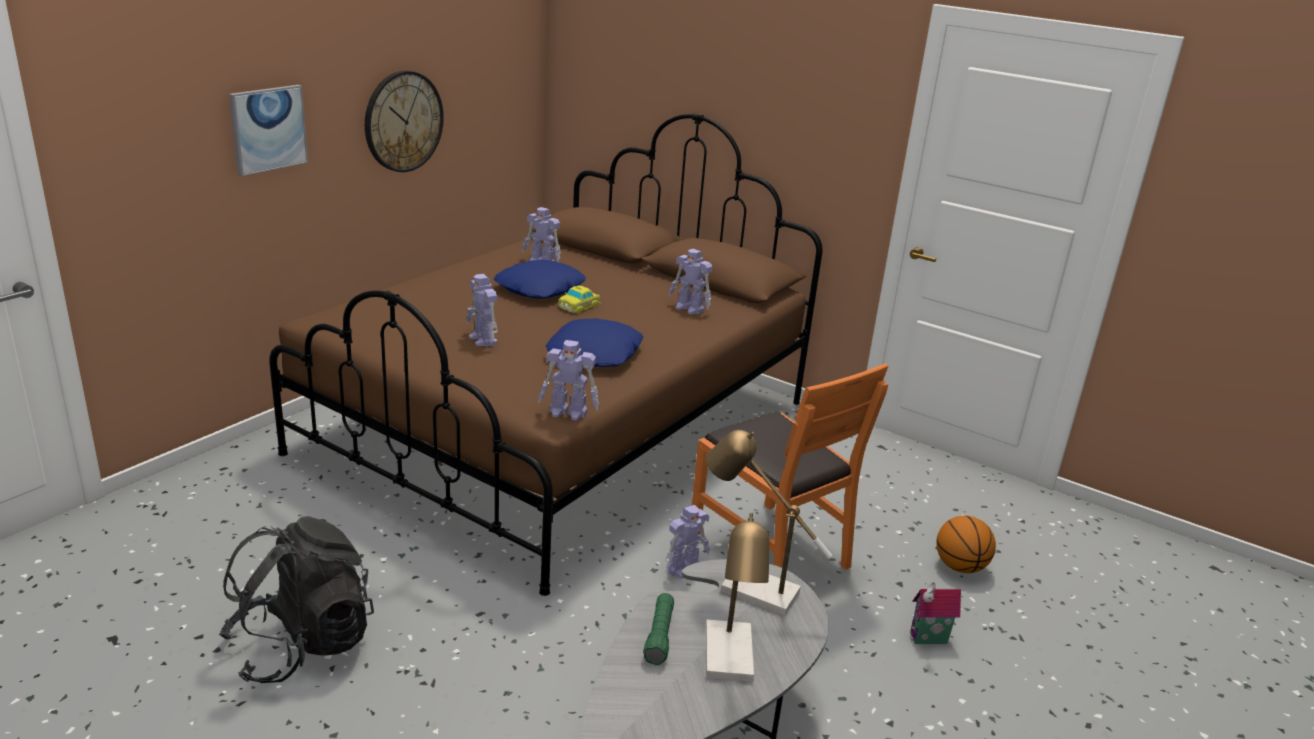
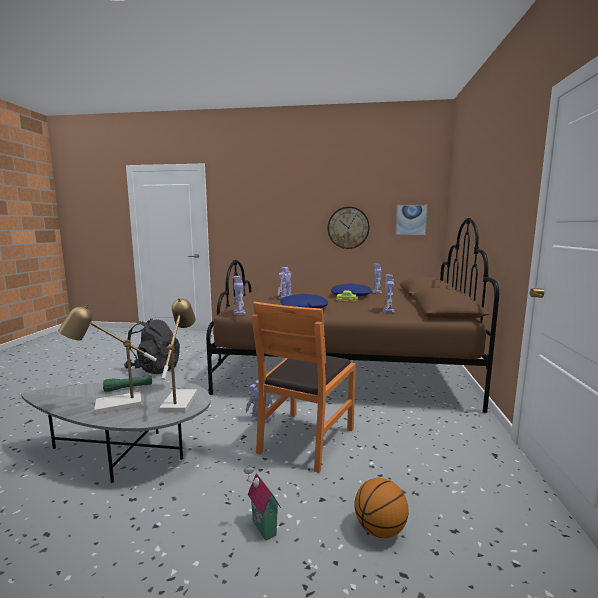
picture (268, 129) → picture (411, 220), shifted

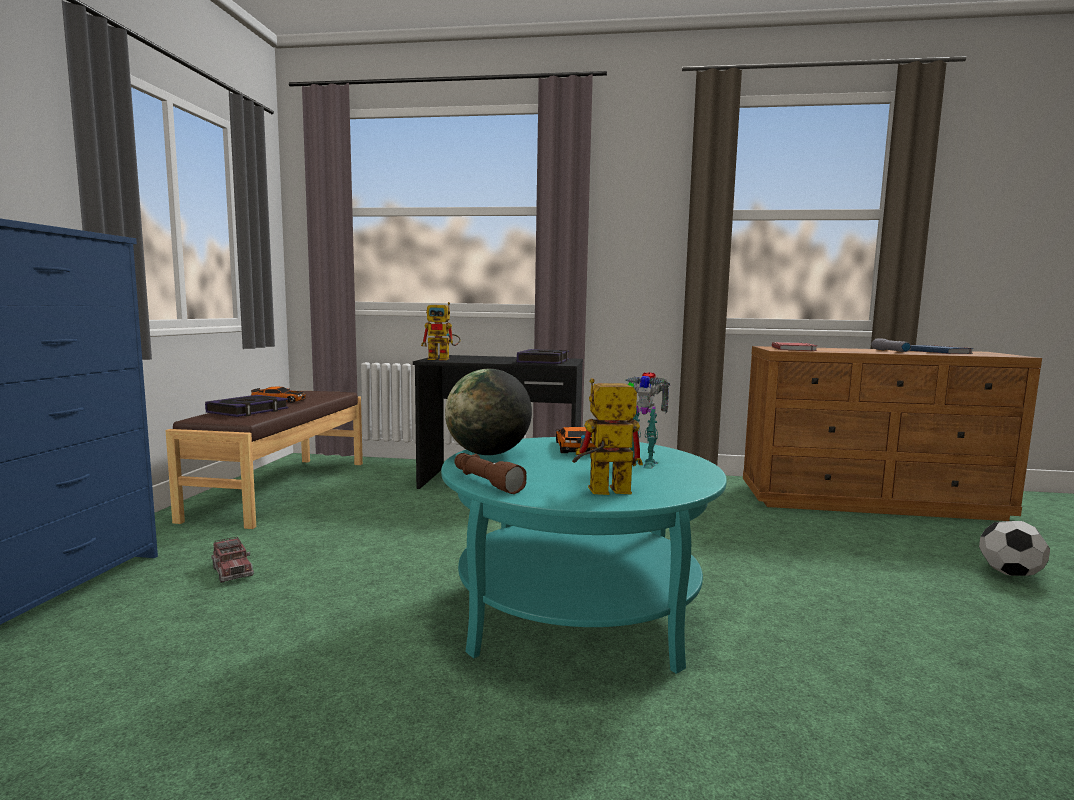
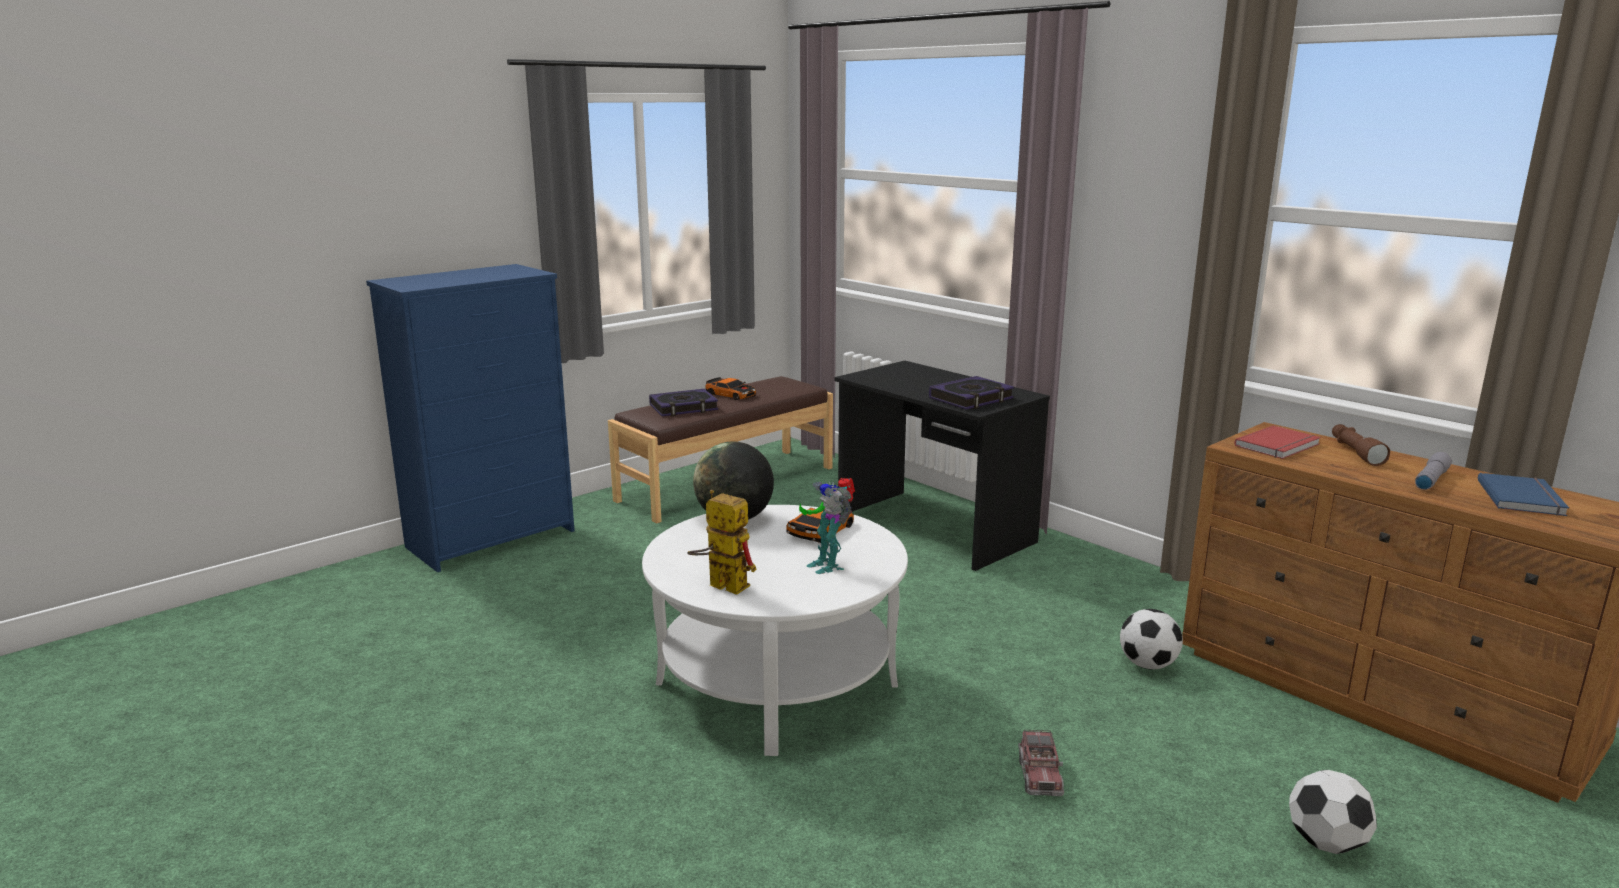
toy truck (232, 571) → toy truck (1039, 775), shifted
toy robot (443, 359) → -
coffee table (turquoise) (577, 612) → coffee table (white) (776, 683)
flashlight (brown) (485, 482) → flashlight (brown) (1355, 452), shifted
- → football (1147, 665)

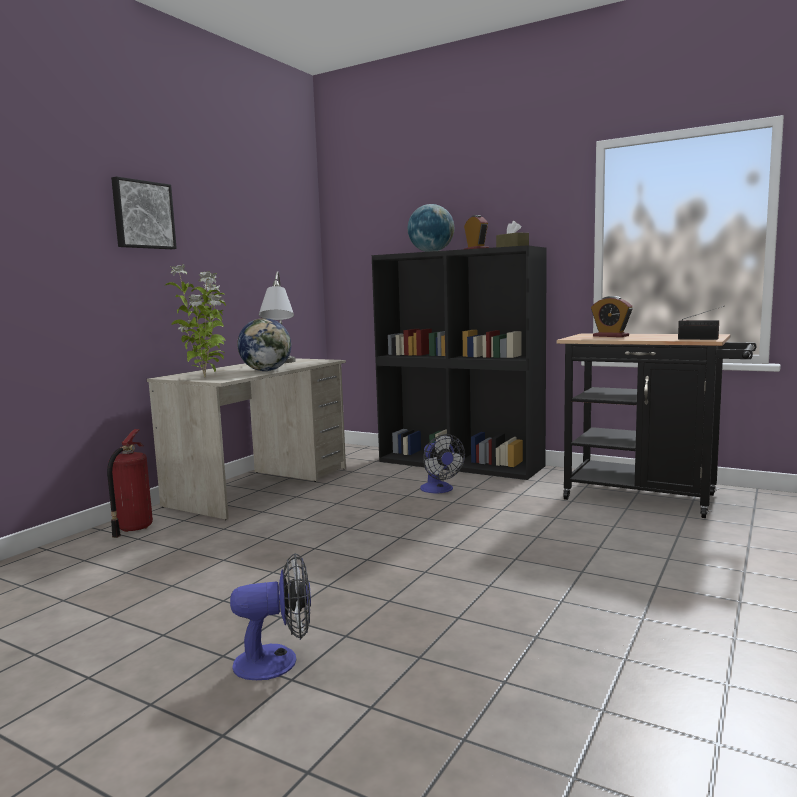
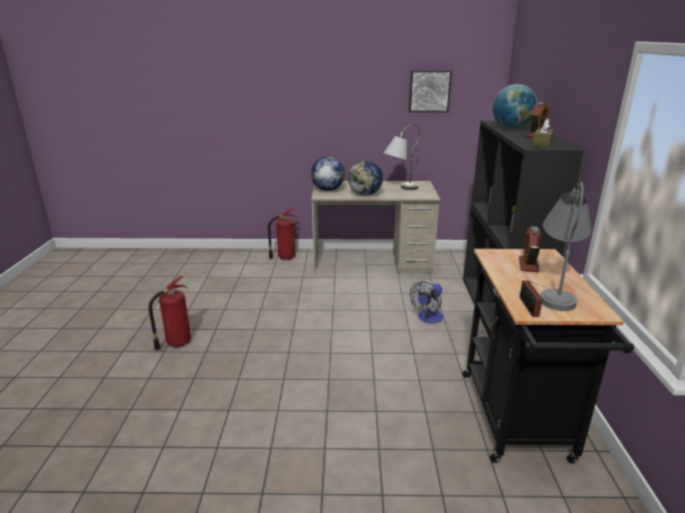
picture (142, 215) → picture (429, 91), shifted
potted plant (206, 377) → globe (327, 190)
fan (277, 661) → fire extinguisher (177, 343)
- → table lamp (grey) (556, 291)

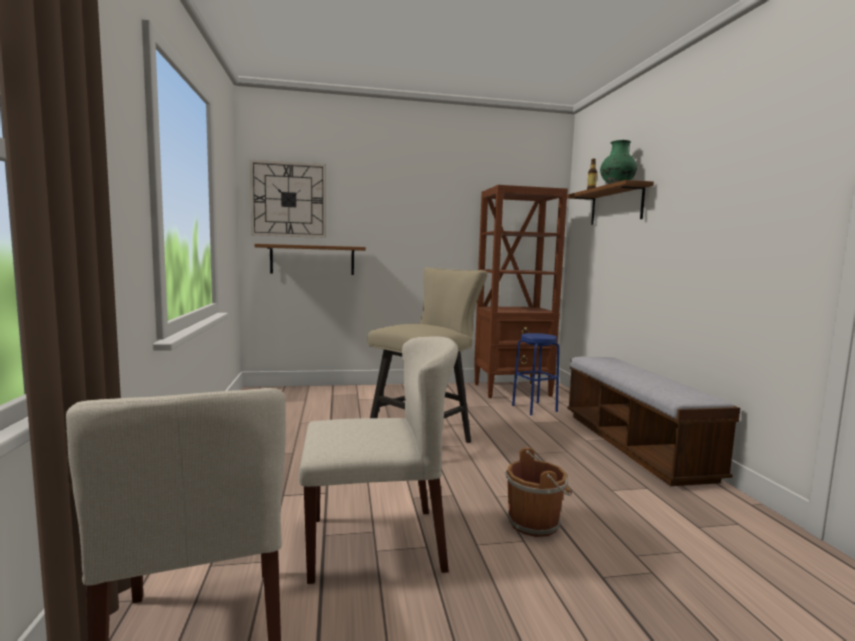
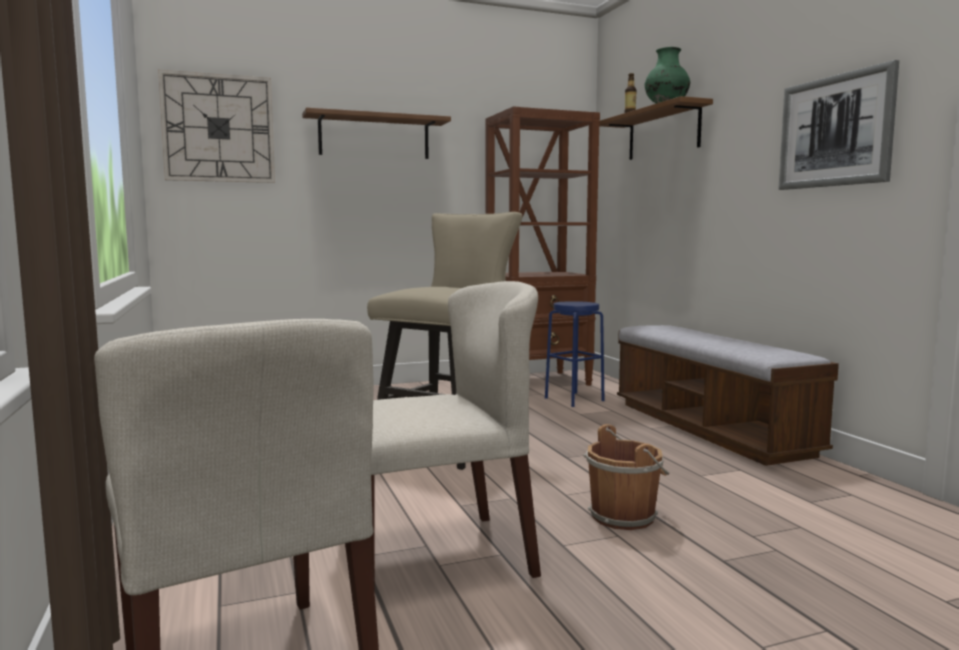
shelf (brown) (312, 260) → shelf (brown) (374, 137), shifted
- → picture (835, 131)

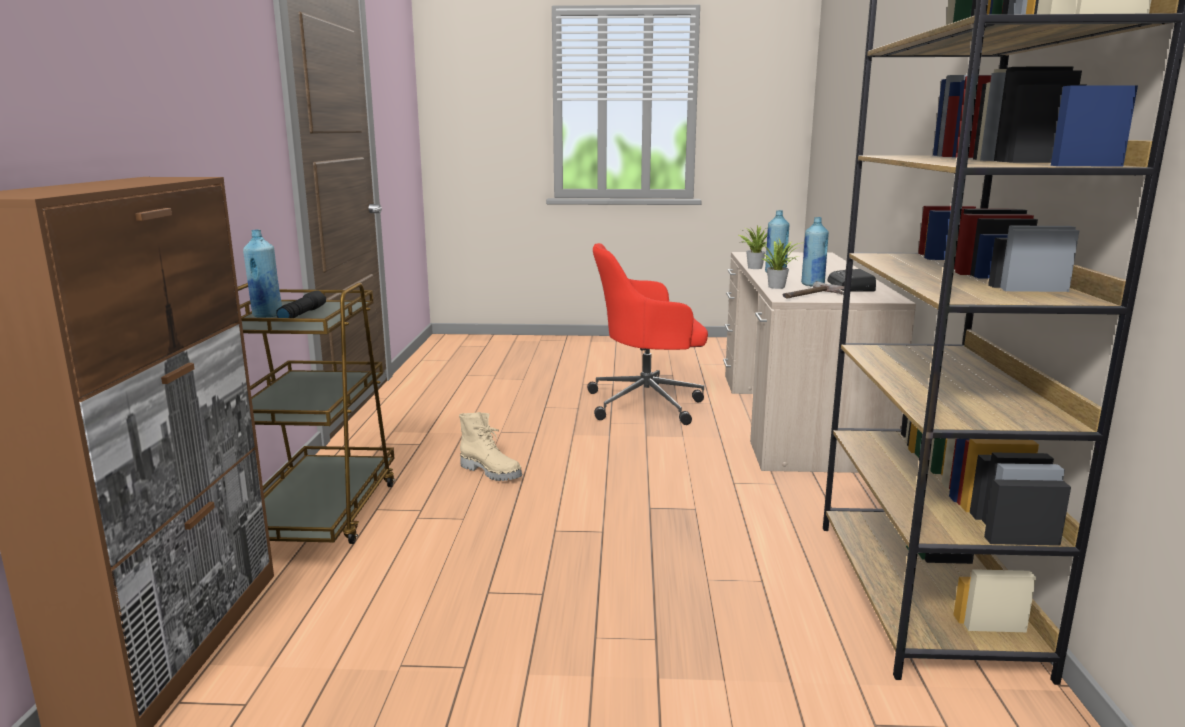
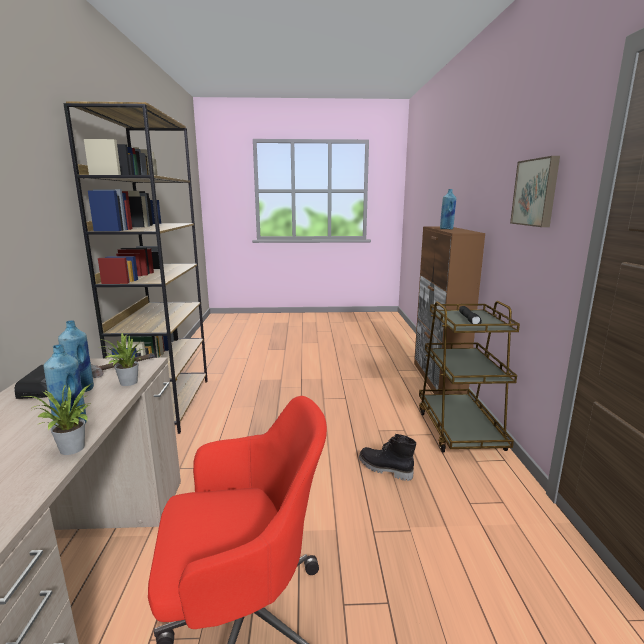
bottle (blue) (267, 315) → bottle (blue) (446, 229), shifted
boot (beige) (492, 472) → boot (black) (384, 469)
- → picture (536, 192)

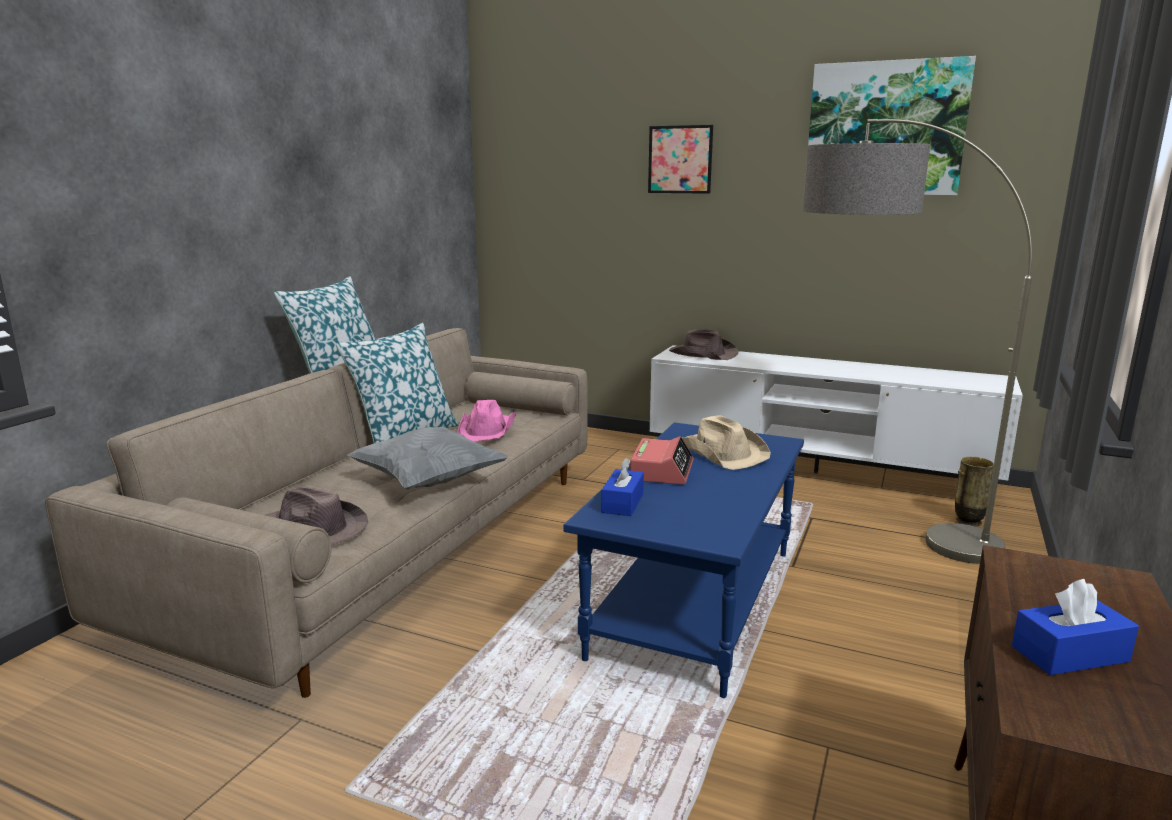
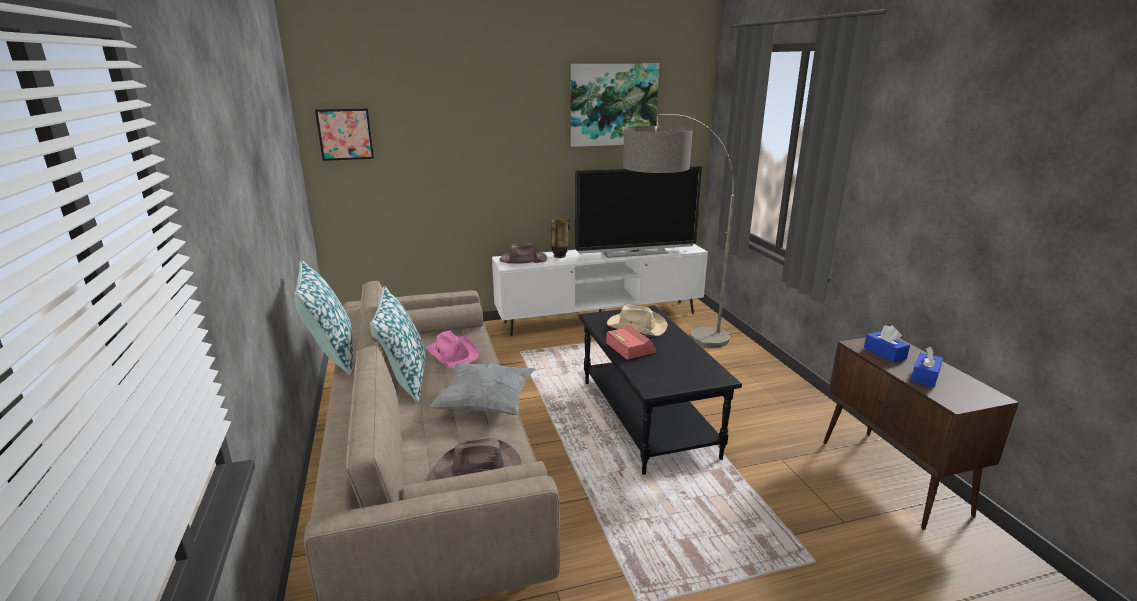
coffee table (blue) (693, 601) → coffee table (black) (645, 417)
tissue box (blue) (622, 503) → tissue box (blue) (884, 353), shifted
picture (680, 159) → picture (345, 134), shifted
vase (968, 522) → vase (560, 256), shifted
- → television (635, 252)

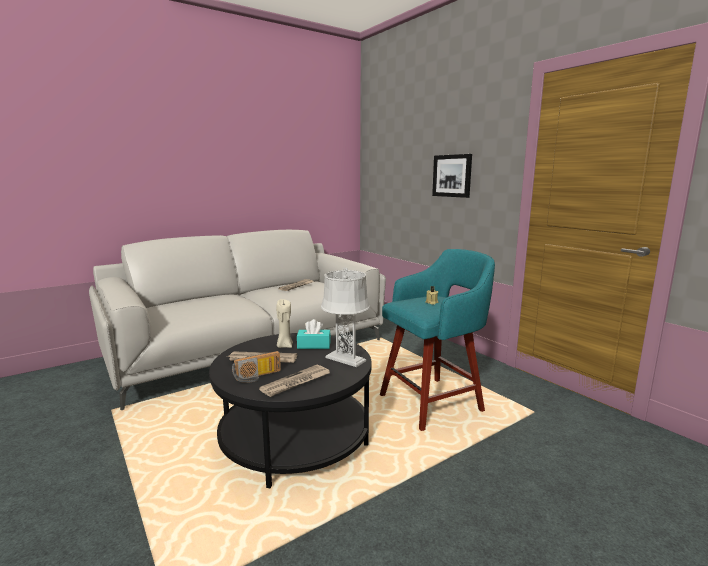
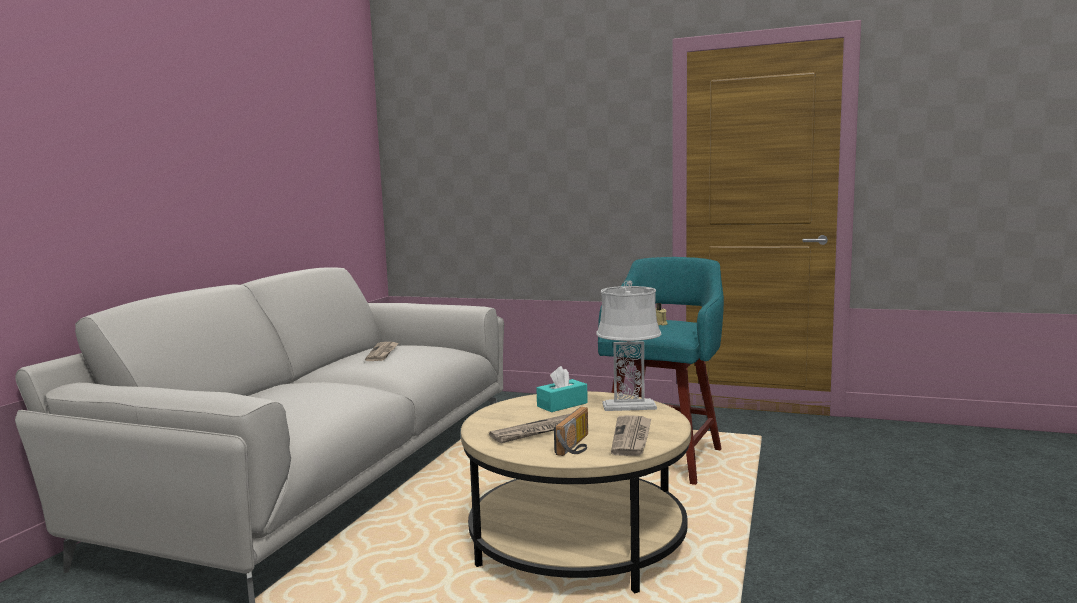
coffee table (black) (295, 437) → coffee table (beige) (577, 540)
candle (beige) (284, 346) → -
picture (452, 175) → -

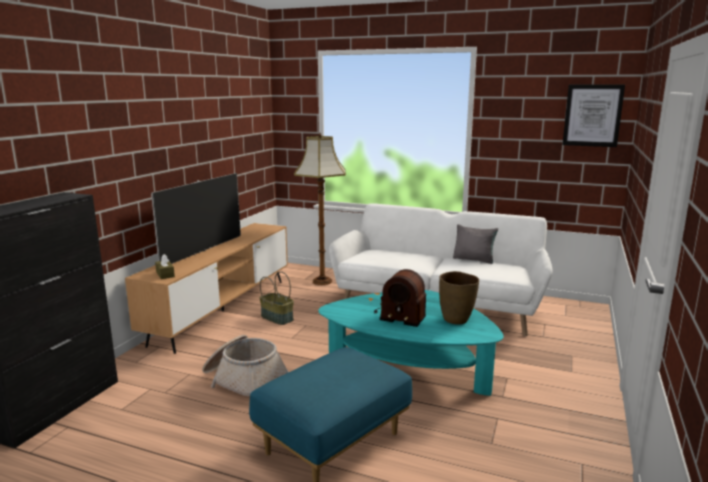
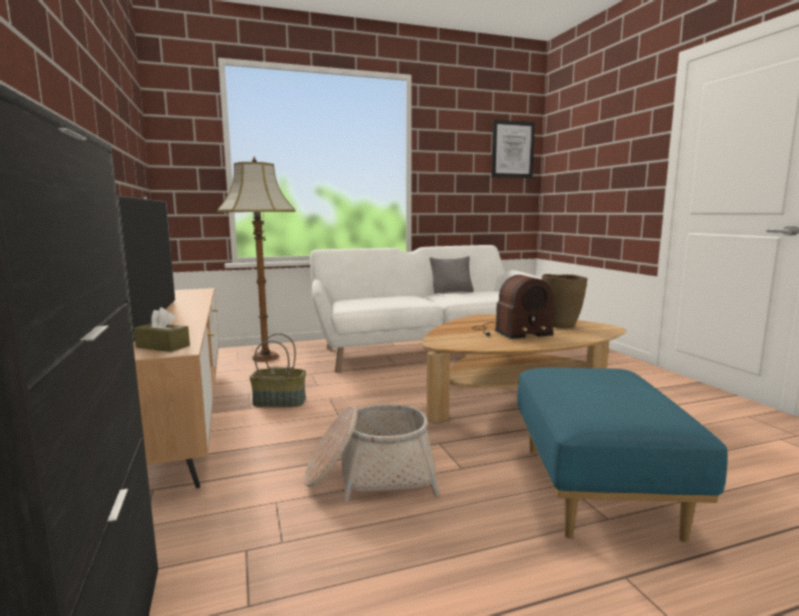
coffee table (turquoise) (409, 372) → coffee table (brown) (514, 403)

